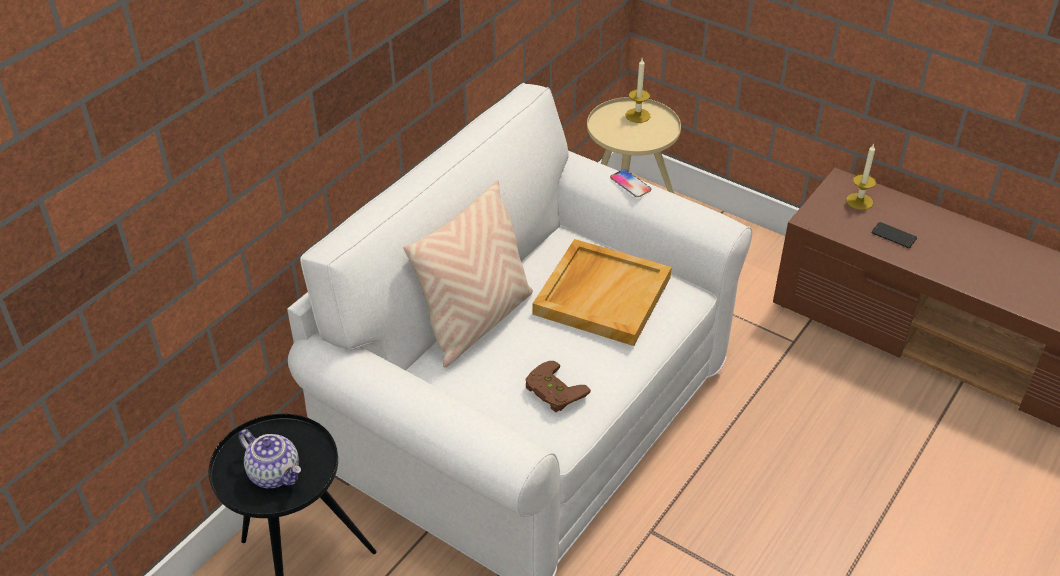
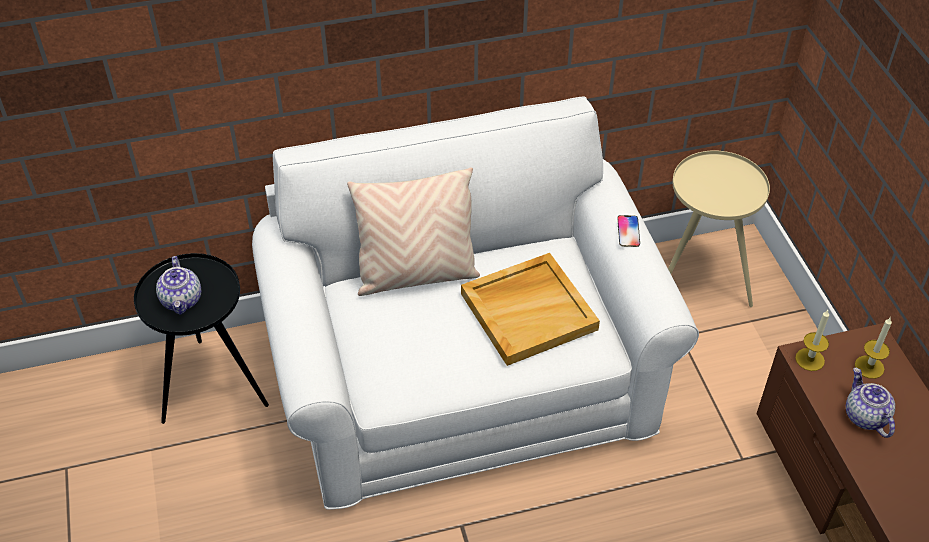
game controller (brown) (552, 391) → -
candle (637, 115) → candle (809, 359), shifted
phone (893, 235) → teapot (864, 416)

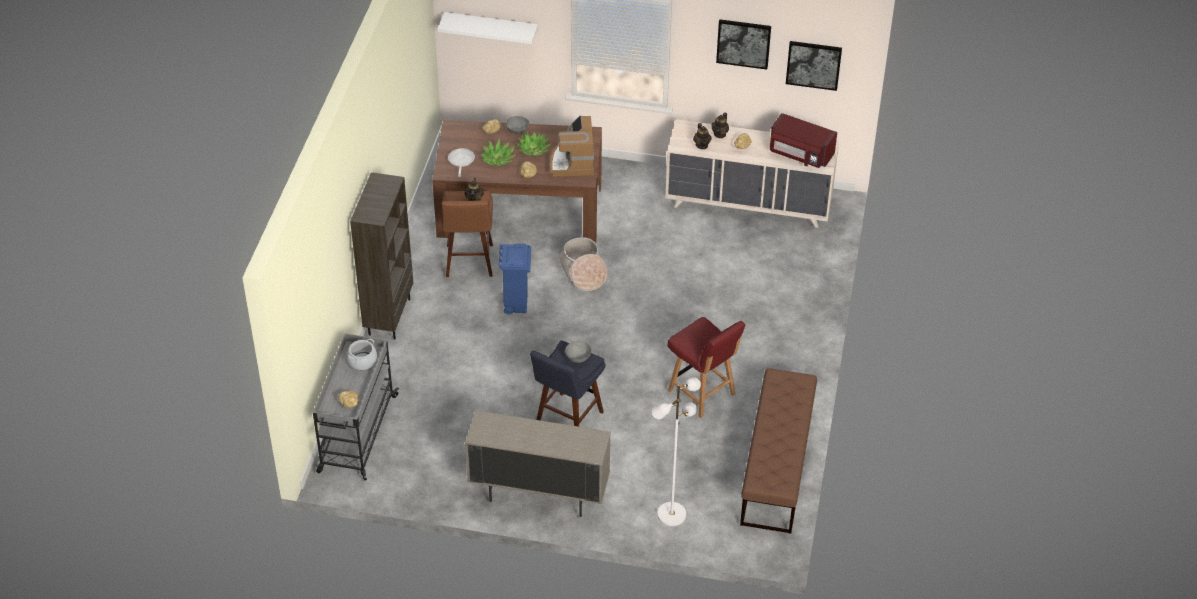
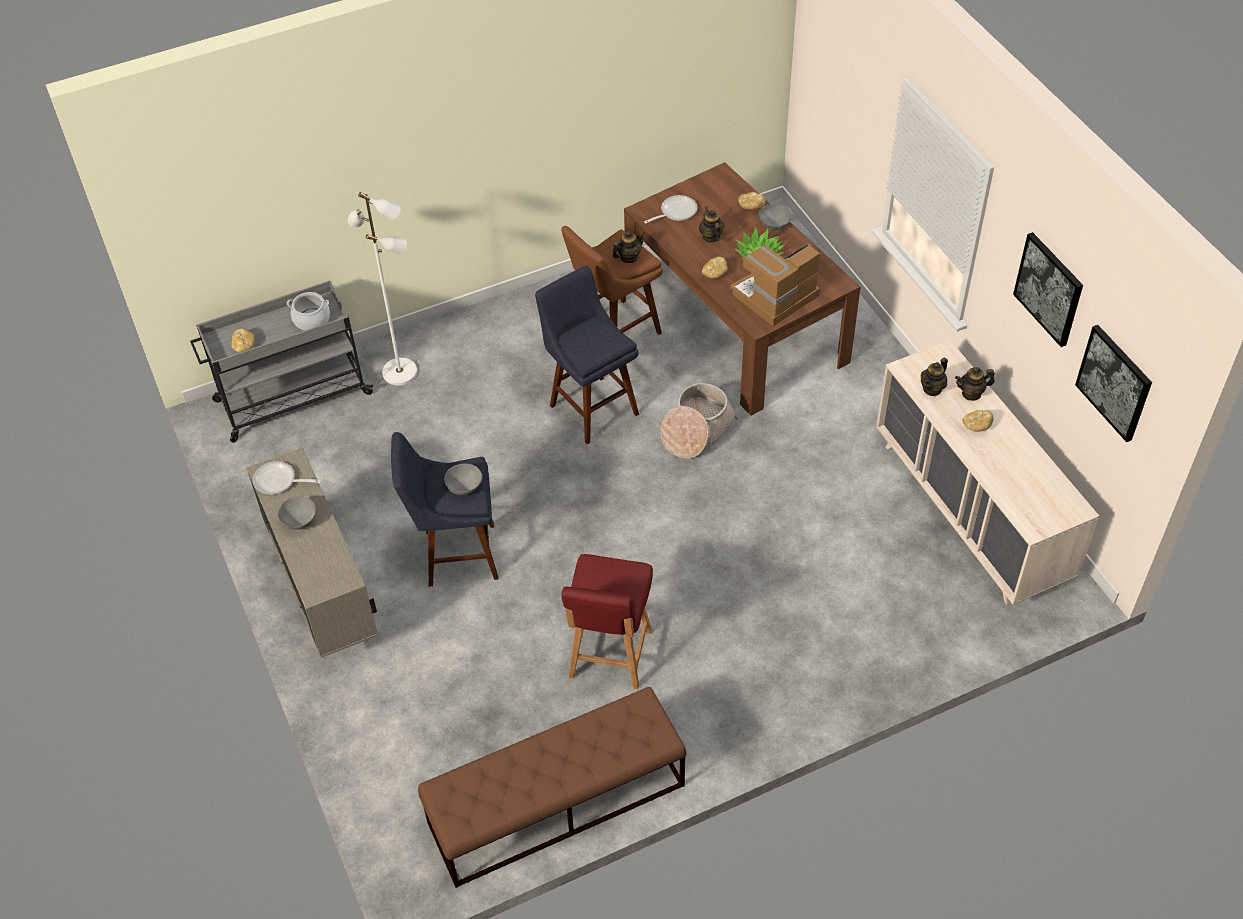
bookcase (brown) (388, 316) → -
shelf (white) (491, 27) → -
potted plant (498, 159) → teapot (711, 237)
trash can (blue) (516, 304) → stool (blue) (590, 406)
floor lamp (white) (671, 514) → floor lamp (white) (400, 371), shifted
microwave (red) (800, 154) → -
- → frying pan (279, 481)
- → bowl (grey) (299, 521)

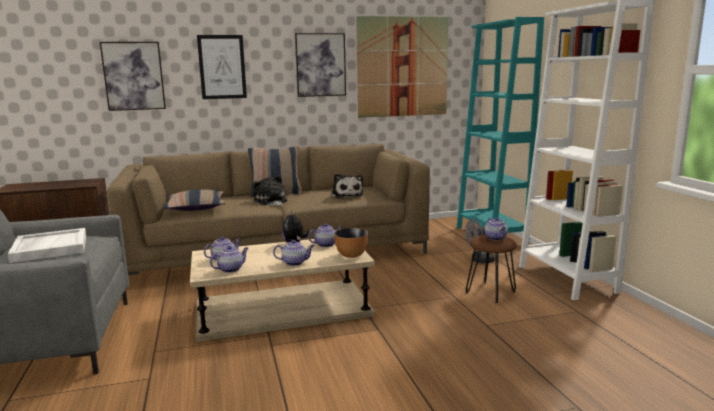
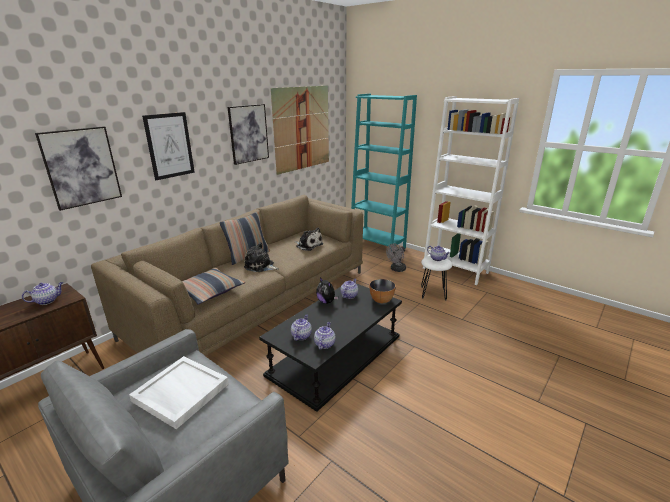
coffee table (beige) (283, 309) → coffee table (black) (336, 354)
teapot (295, 263) → teapot (47, 301), shifted
stool (brown) (491, 292) → stool (white) (433, 293)

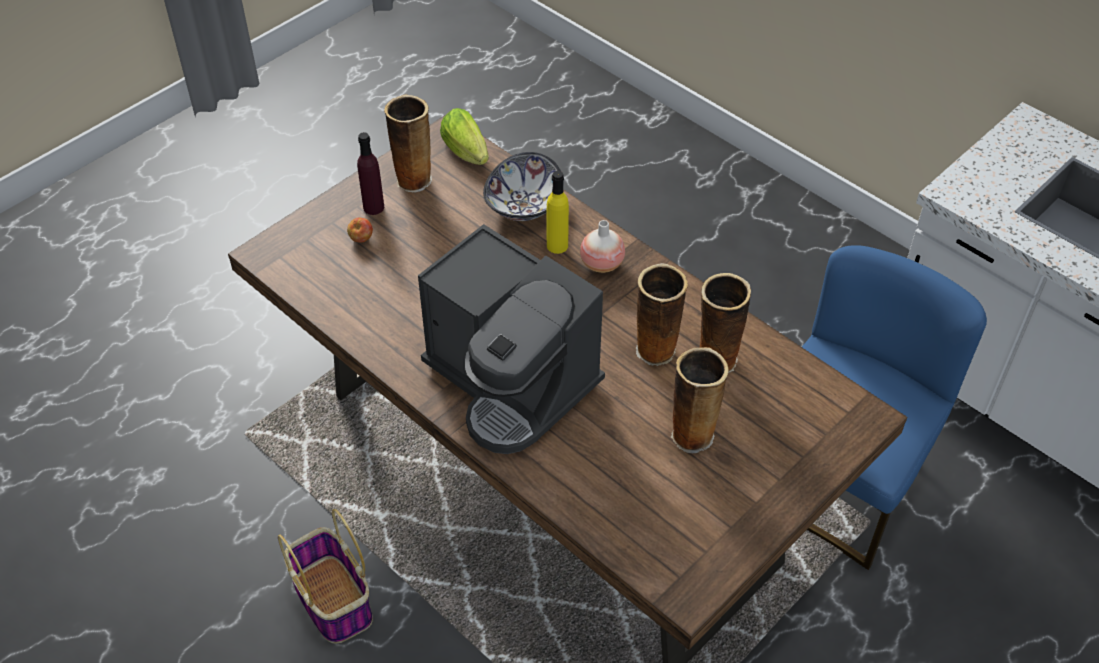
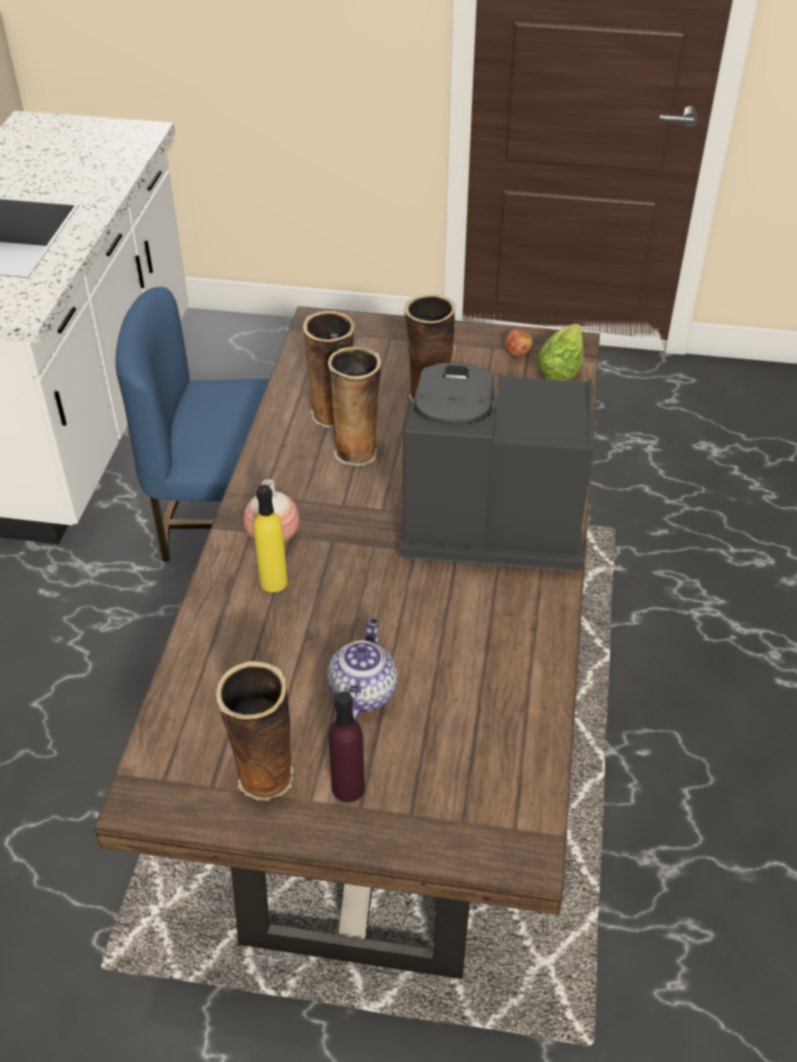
basket (332, 599) → -
apple (361, 239) → apple (517, 353), shifted
coffee machine (512, 382) → coffee machine (486, 522), 90 degrees counterclockwise
lettuce (467, 153) → lettuce (563, 366), shifted
bowl (522, 205) → -
- → teapot (362, 692)

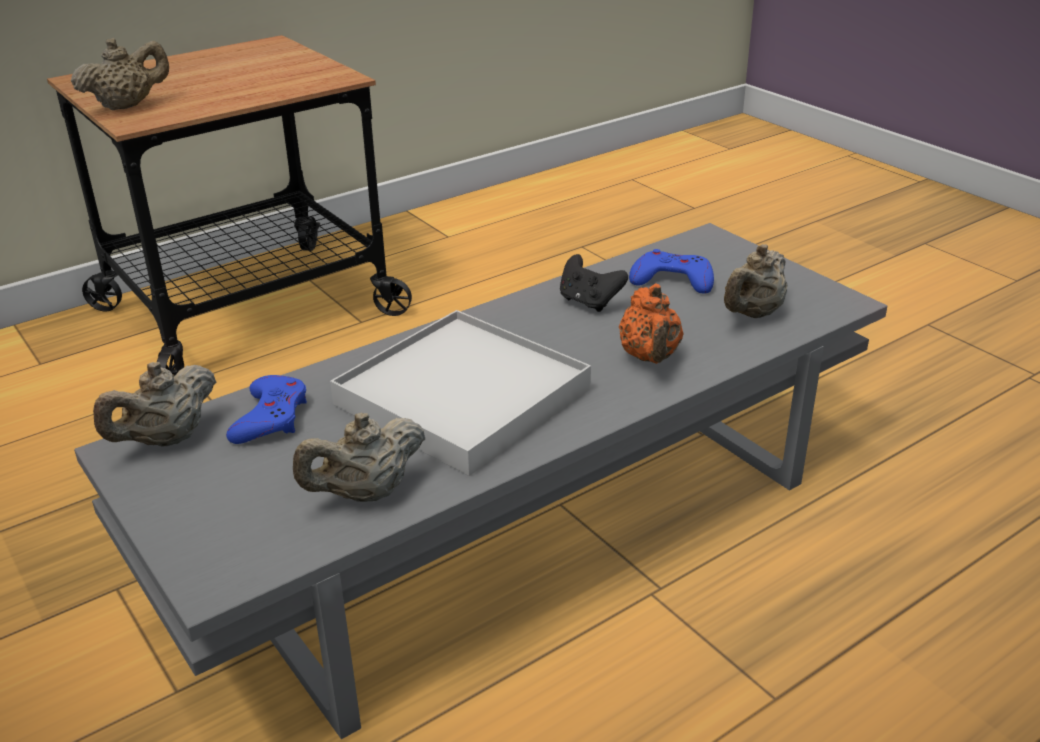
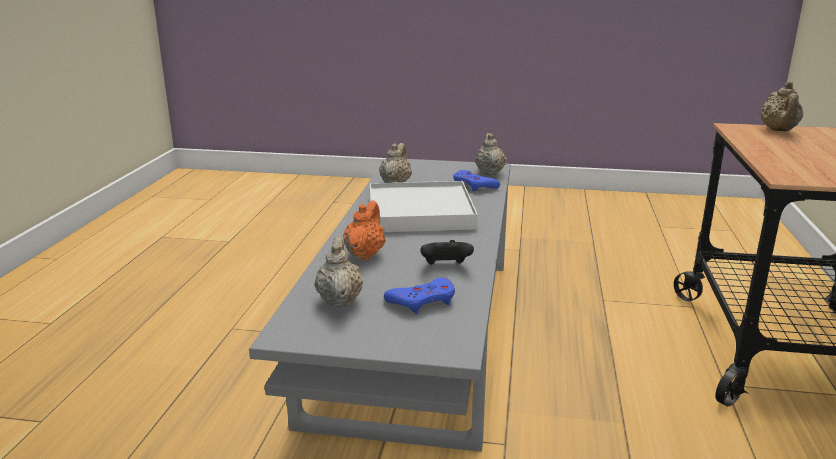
teapot (orange) (650, 357) → teapot (orange) (365, 254), 60 degrees clockwise

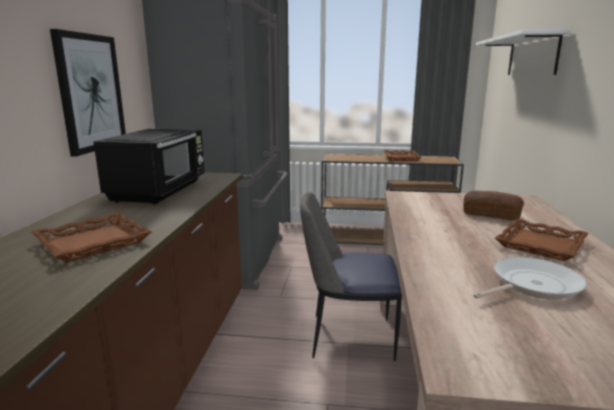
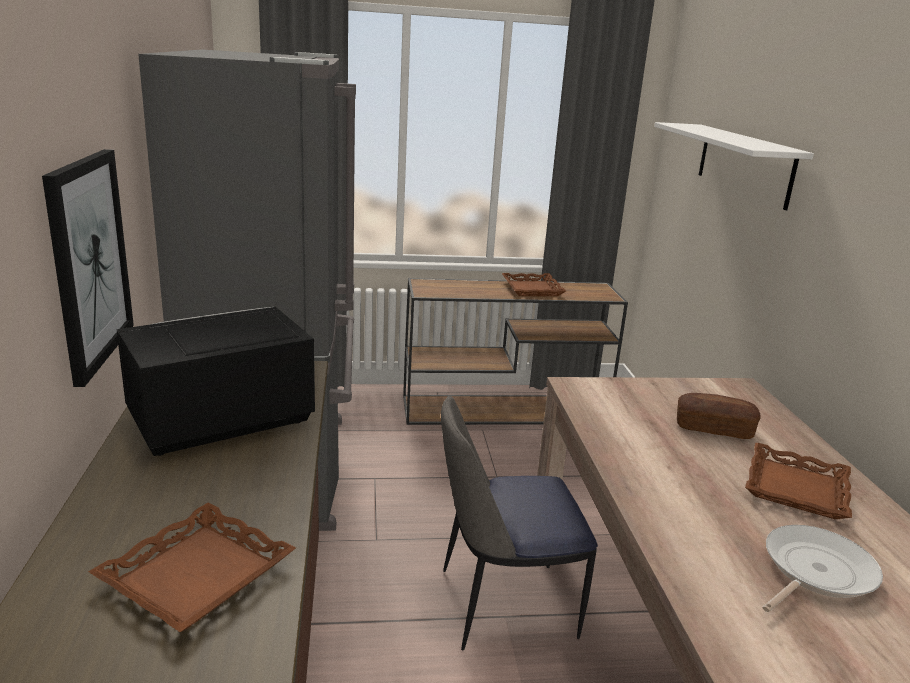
microwave (black) (160, 191) → microwave (black) (218, 422), 120 degrees counterclockwise

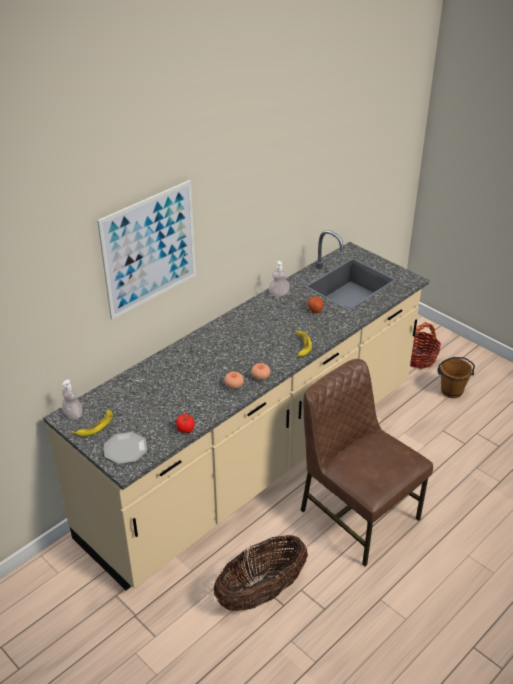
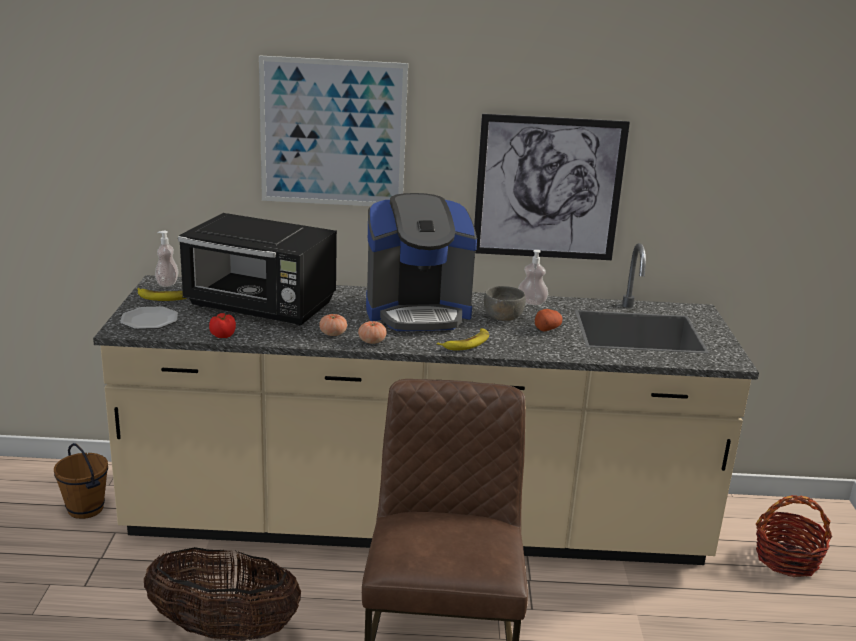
bucket (brown) (451, 391) → bucket (brown) (86, 509), shifted
- → microwave (black) (261, 307)
- → coffee machine (418, 312)
- → picture (548, 188)
- → bowl (grey) (503, 317)

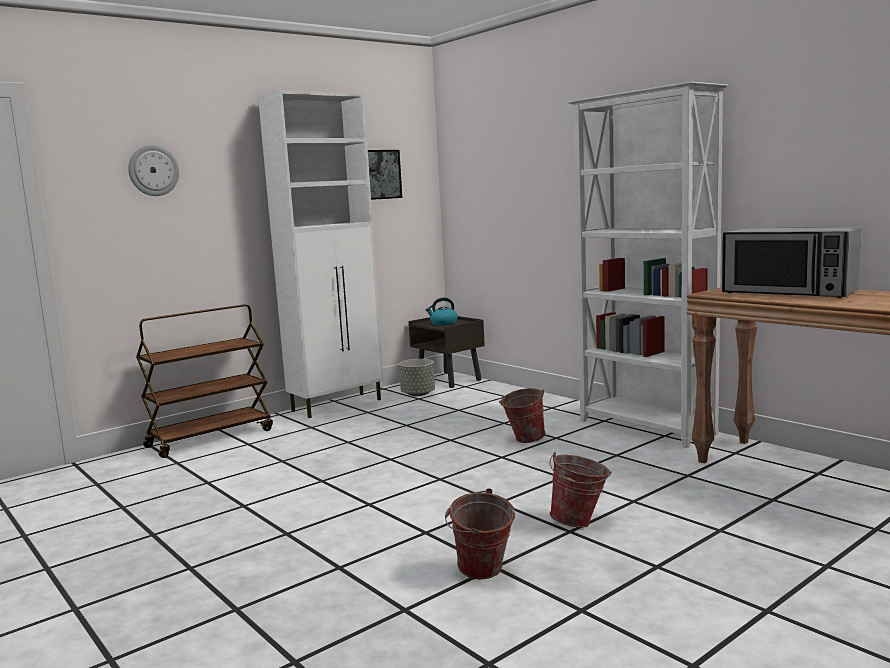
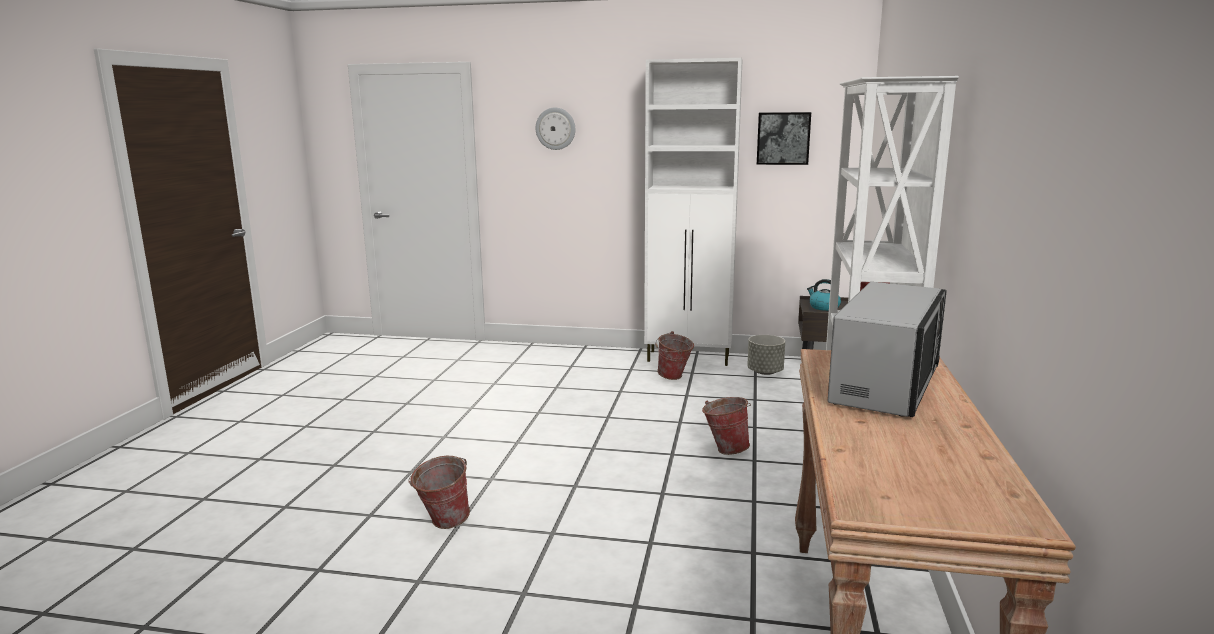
cart (brown) (211, 438) → -
bucket (580, 522) → bucket (673, 378), shifted
microwave (788, 292) → microwave (886, 385), 150 degrees counterclockwise

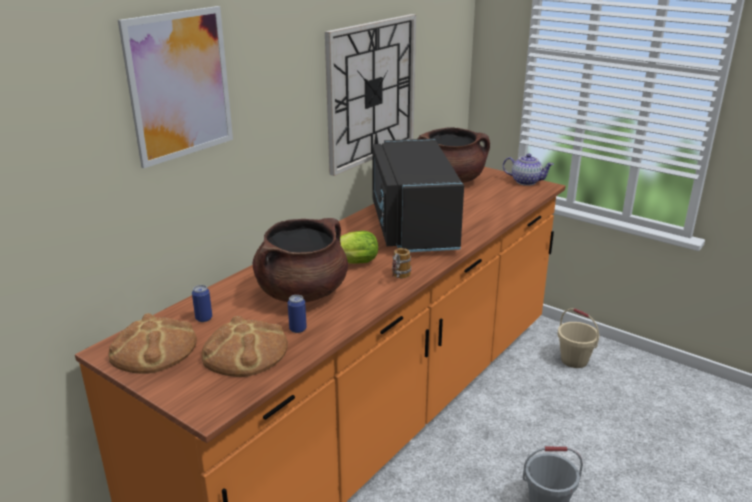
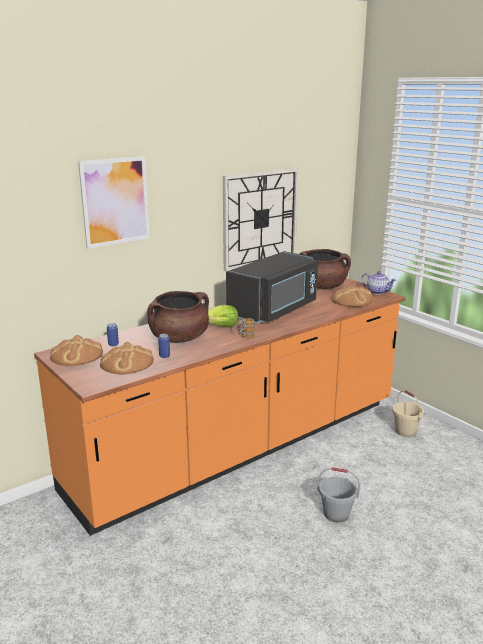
microwave (black) (411, 226) → microwave (black) (274, 310), 150 degrees counterclockwise
- → bread (351, 300)

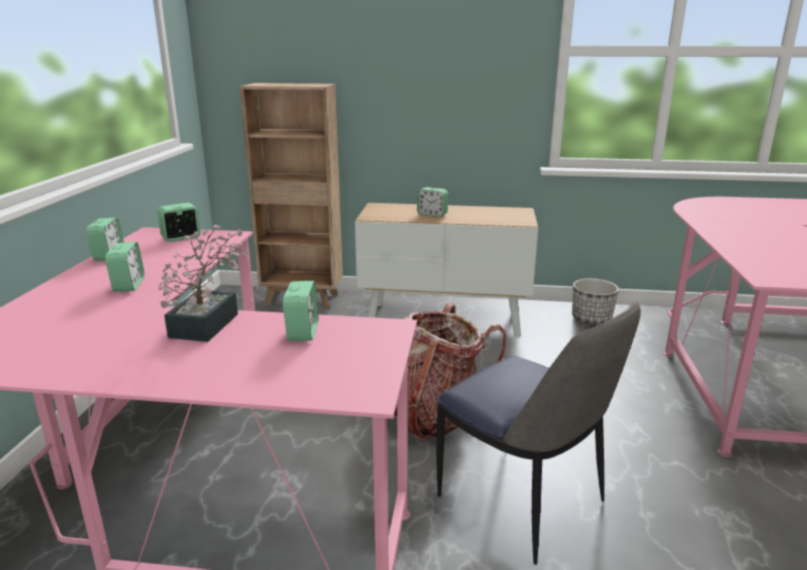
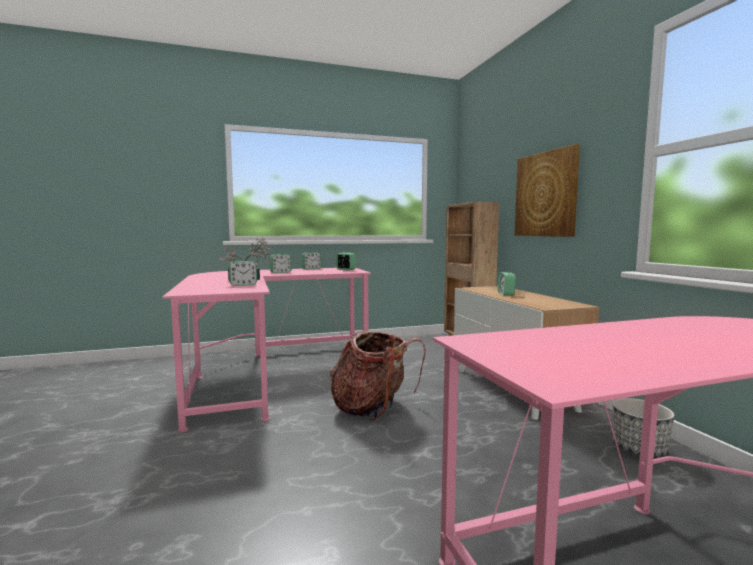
chair (524, 502) → -
- → picture (546, 194)

